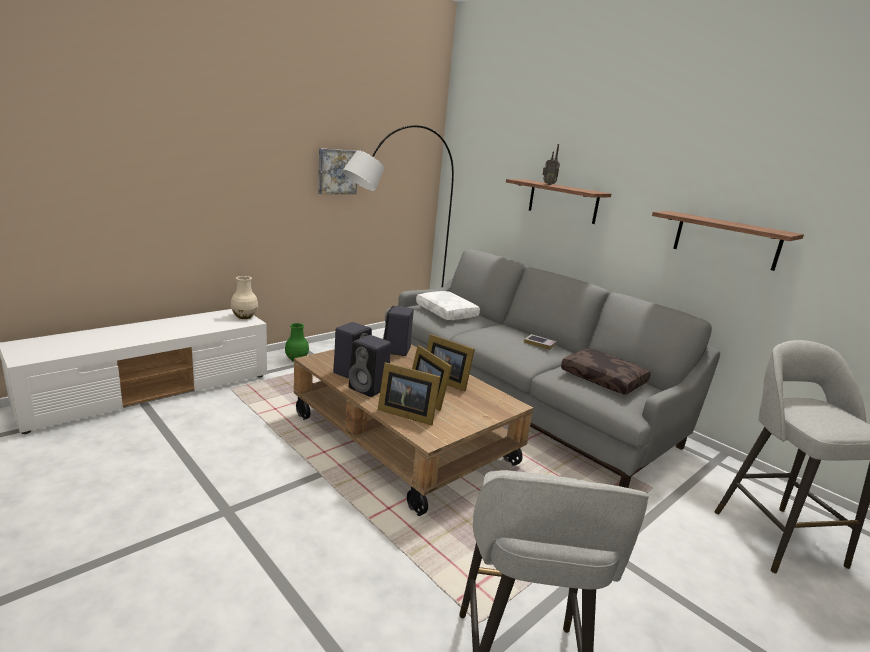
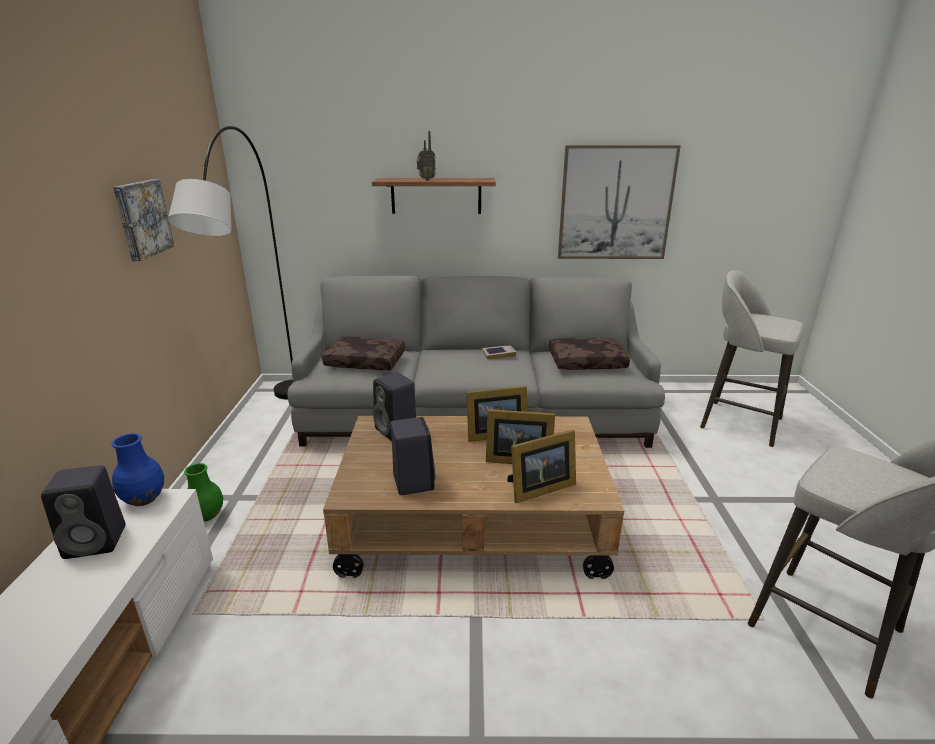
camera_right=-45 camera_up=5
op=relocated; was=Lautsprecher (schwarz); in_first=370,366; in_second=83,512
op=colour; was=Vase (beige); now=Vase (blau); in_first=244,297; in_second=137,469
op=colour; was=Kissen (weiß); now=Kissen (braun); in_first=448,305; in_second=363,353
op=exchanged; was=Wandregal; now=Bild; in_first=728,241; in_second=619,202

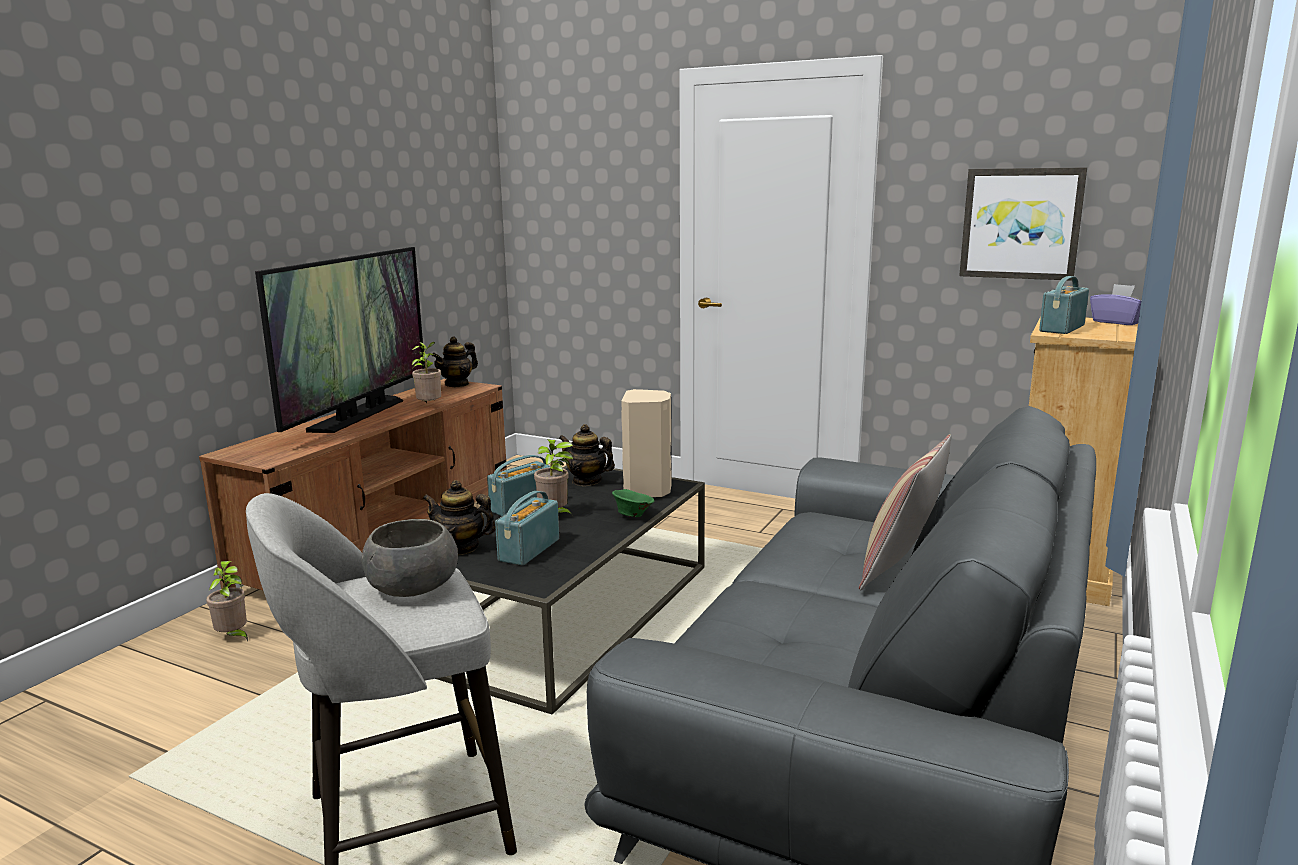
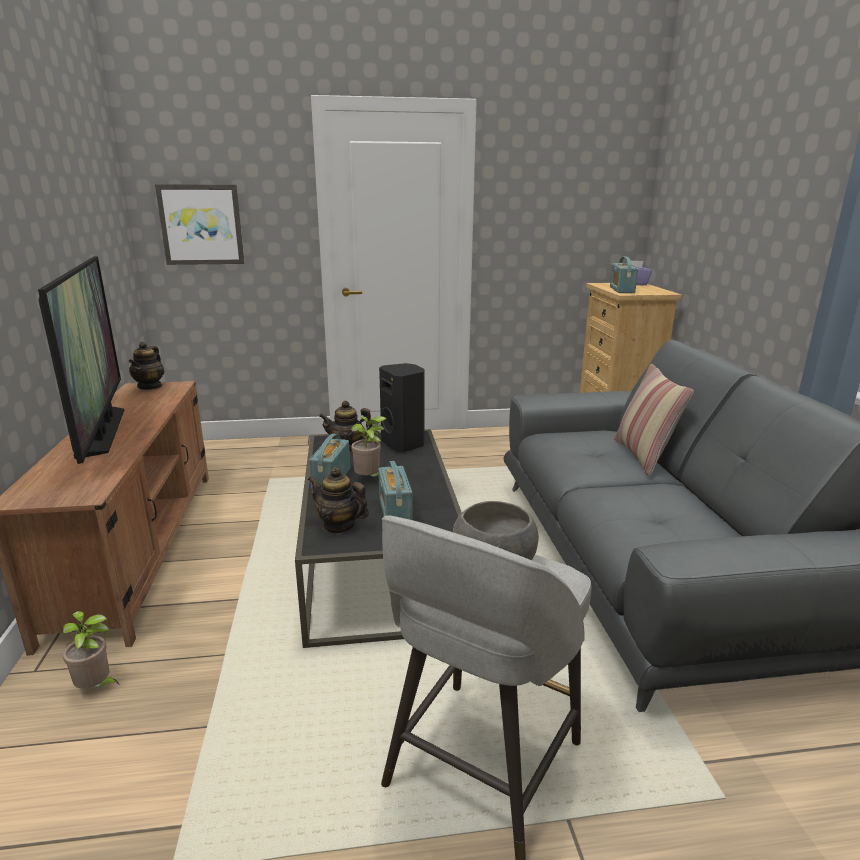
camera_right=-35 camera_up=5
op=relocated; was=Bild; in_first=1023,224; in_second=200,224
op=spun; was=Teekanne; in_first=459,517; in_second=338,500; clockwise=45
op=colour; was=Lautsprecher (beige); now=Lautsprecher (schwarz); in_first=646,443; in_second=402,407
op=missing; was=Topfpflanze; in_first=426,372
op=missing; was=Schüssel (grün); in_first=633,503

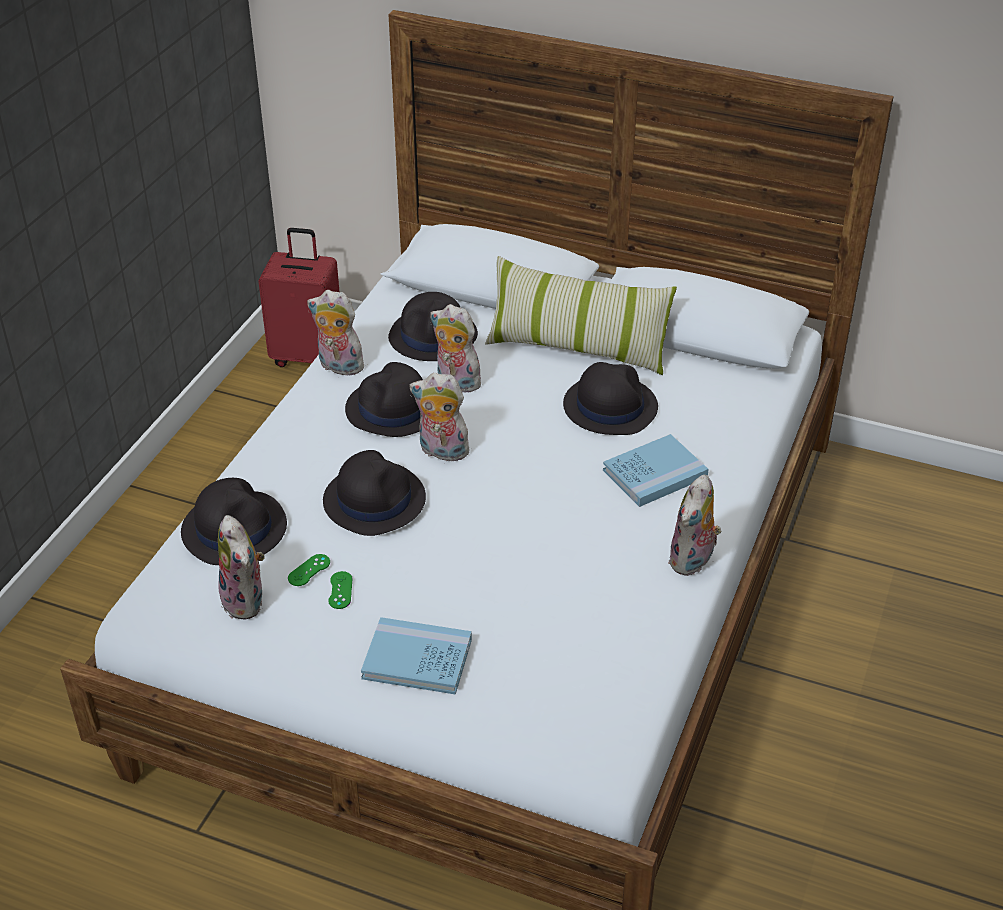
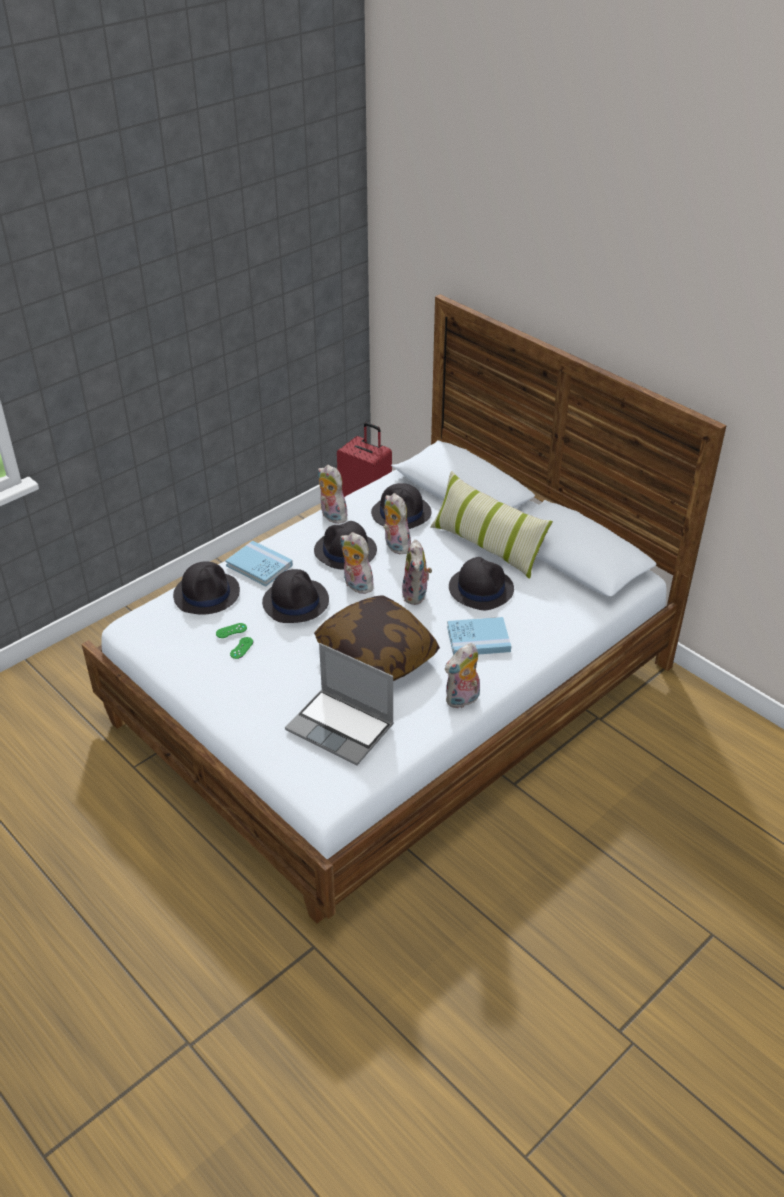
camera_right=25 camera_up=0
op=relocated; was=Buch (blau); in_first=416,656; in_second=259,563
op=appeared; now=Laptop; in_second=339,704
op=appeared; now=Kissen; in_second=377,638
op=relocated; was=Plüschtier; in_first=241,567; in_second=417,572

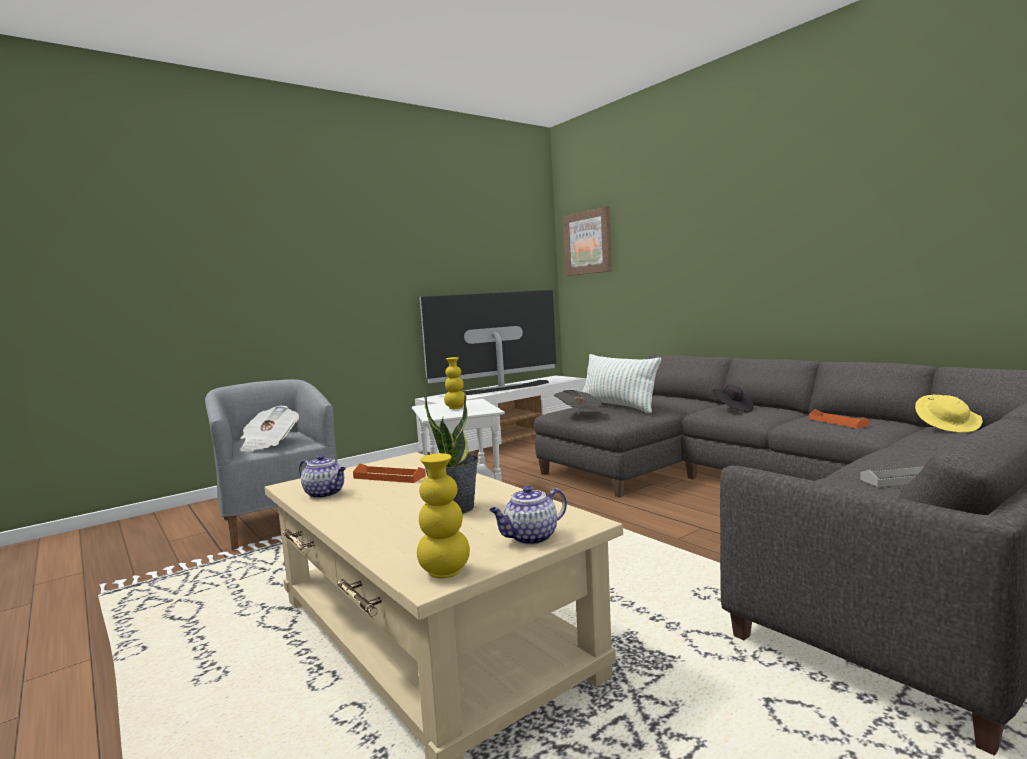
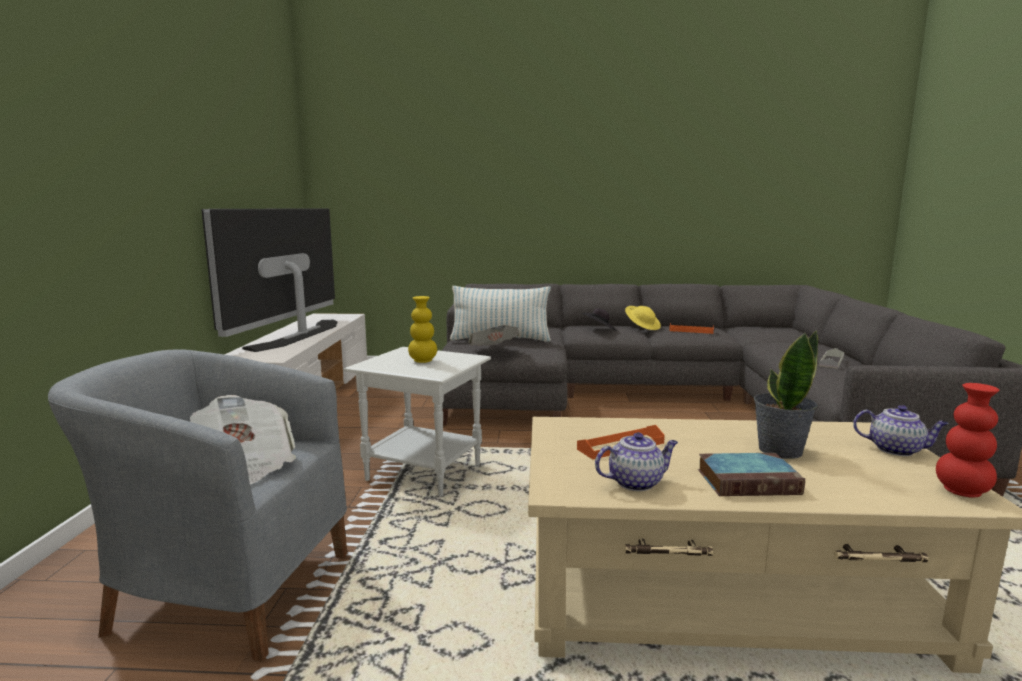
camera_right=-50 camera_up=5
op=relocated; was=Hut (gelb); in_first=949,414; in_second=643,318
op=appeared; now=Buch; in_second=751,474
op=spun; was=Teekanne; in_first=528,515; in_second=901,430; clockwise=-75
op=colour; was=Vase (gelb); now=Vase (rot); in_first=443,515; in_second=967,440
op=missing; was=Bild; in_first=587,241

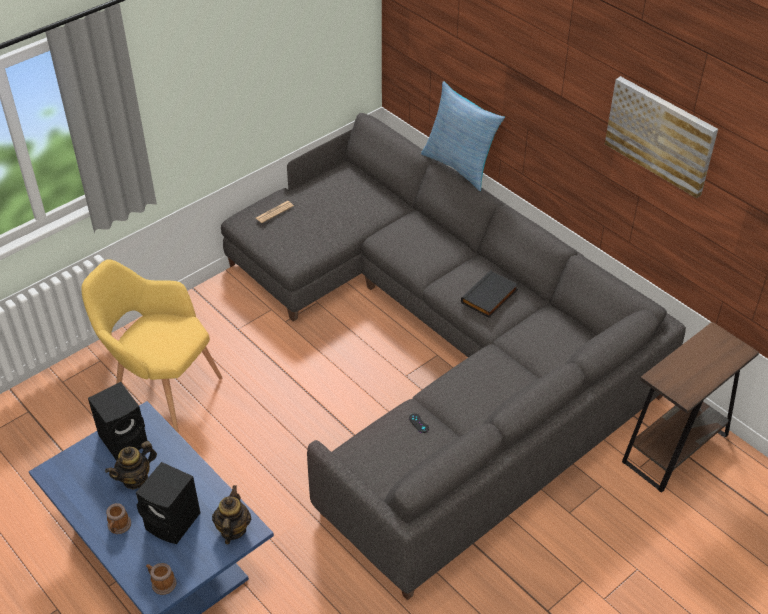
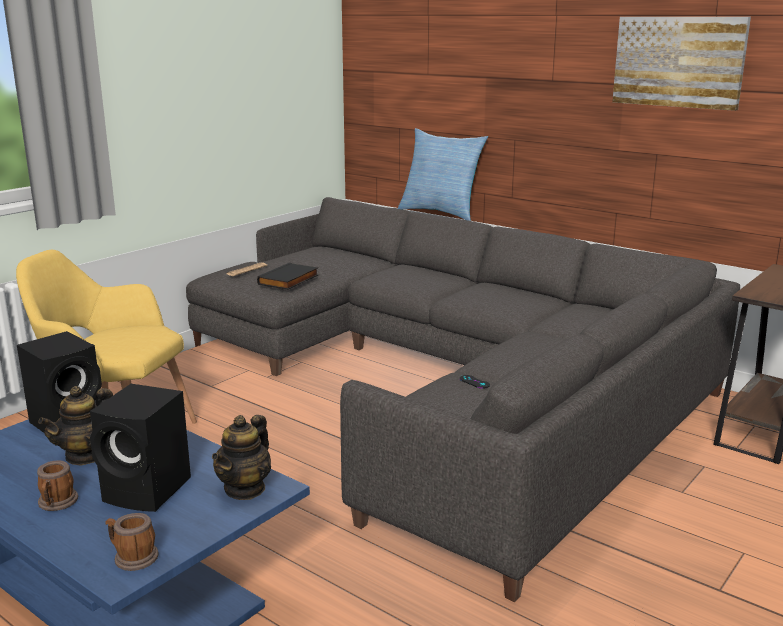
camera_right=-10 camera_up=-25
op=spun; was=Teekanne; in_first=231,514; in_second=241,457; clockwise=-150
op=relocated; was=Buch (schwarz); in_first=489,294; in_second=288,276

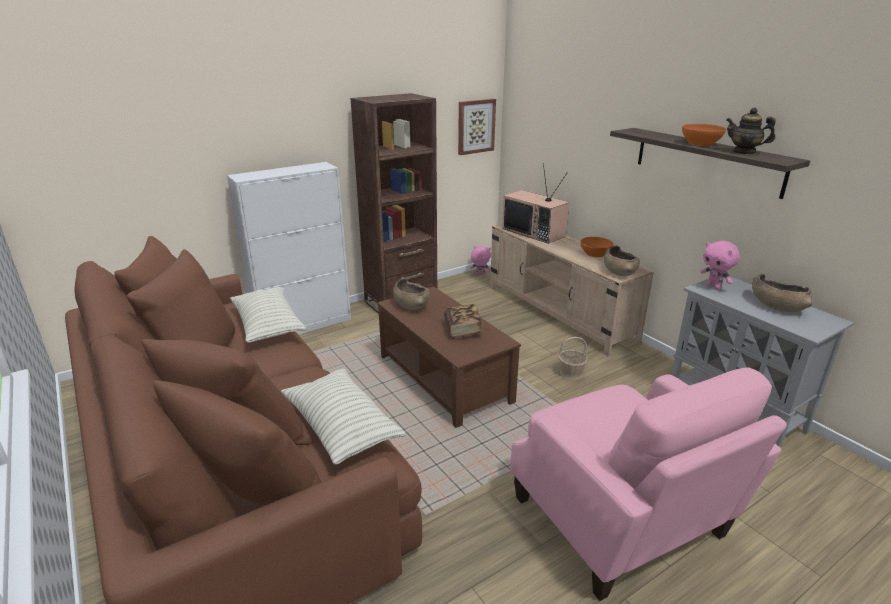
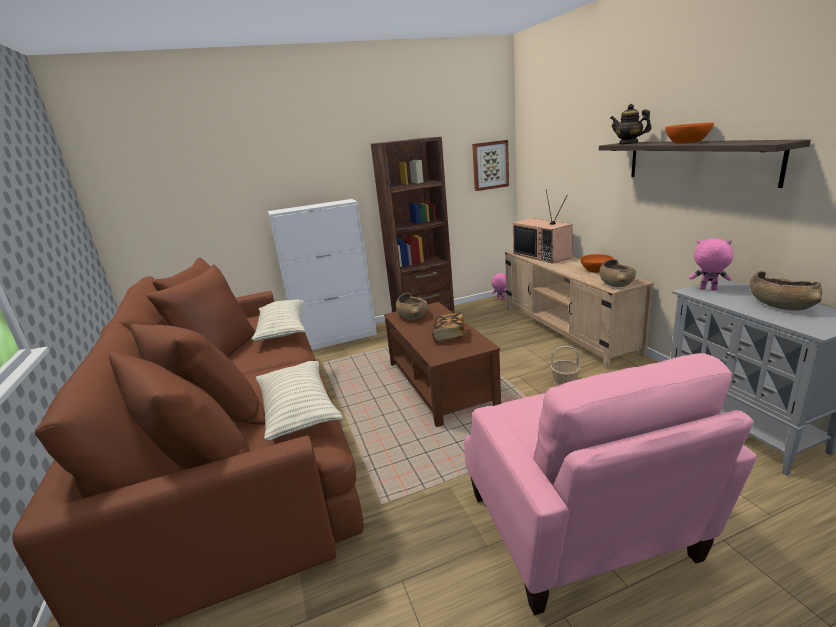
camera_right=15 camera_up=-5
op=relocated; was=Teekanne; in_first=751,130; in_second=631,124
op=spun; was=Plüschtier (rosa); in_first=720,265; in_second=711,264; clockwise=135

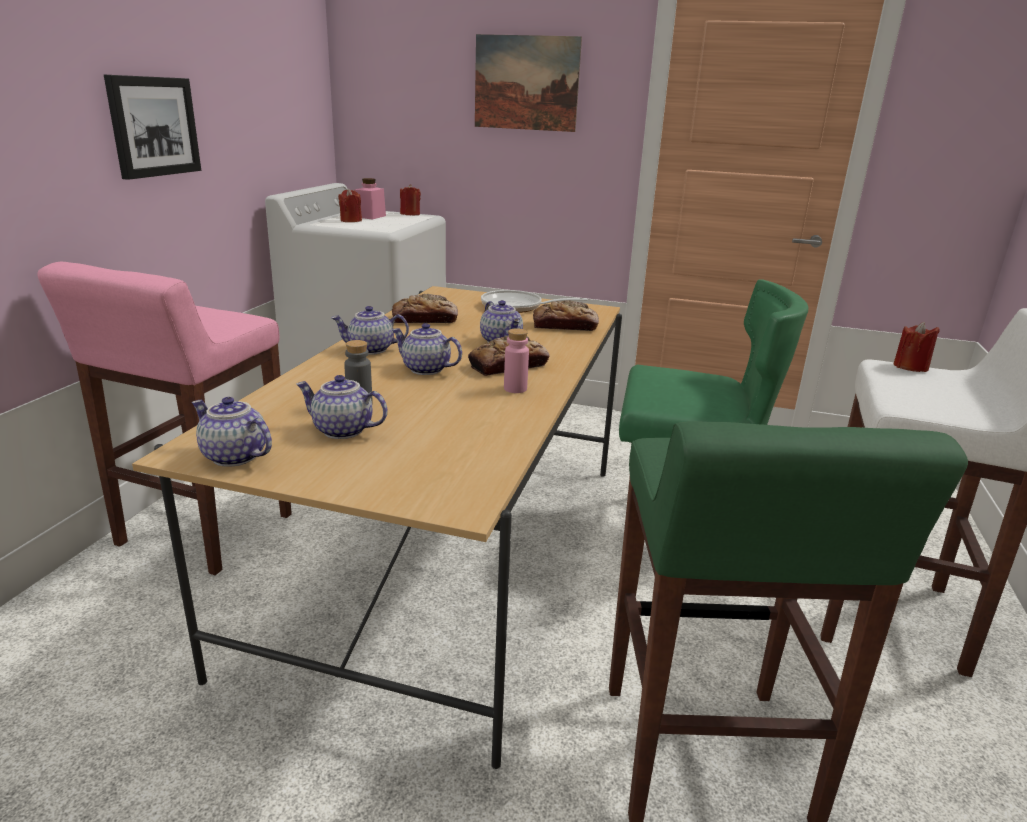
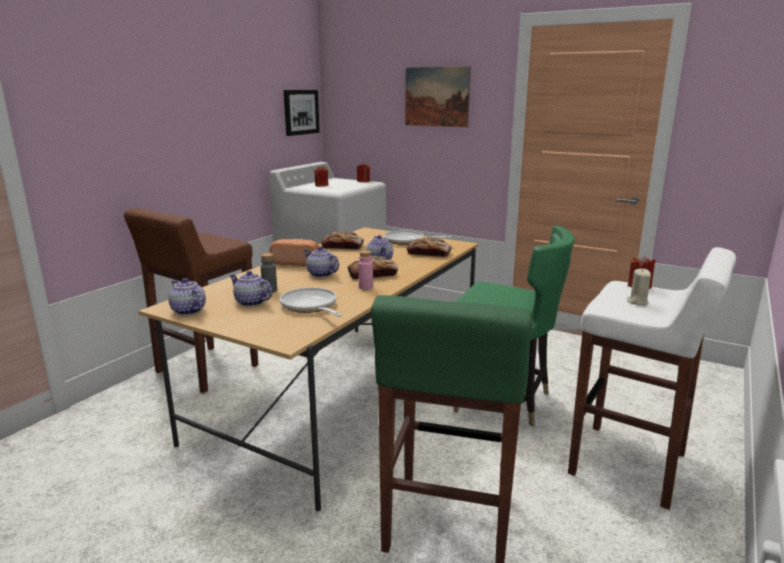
camera_right=15 camera_up=-5
op=colour; was=Hocker (rosa); now=Hocker (braun); in_first=164,418; in_second=191,300
op=exchanged; was=Teekanne; now=Brot; in_first=370,330; in_second=294,252
op=appeared; now=Pfanne; in_second=311,302
op=relocated; was=Bild; in_first=152,127; in_second=302,113
op=appeared; now=Kerze (beige); in_second=639,287
op=missing; was=Vorratsglas (rosa); in_first=370,198

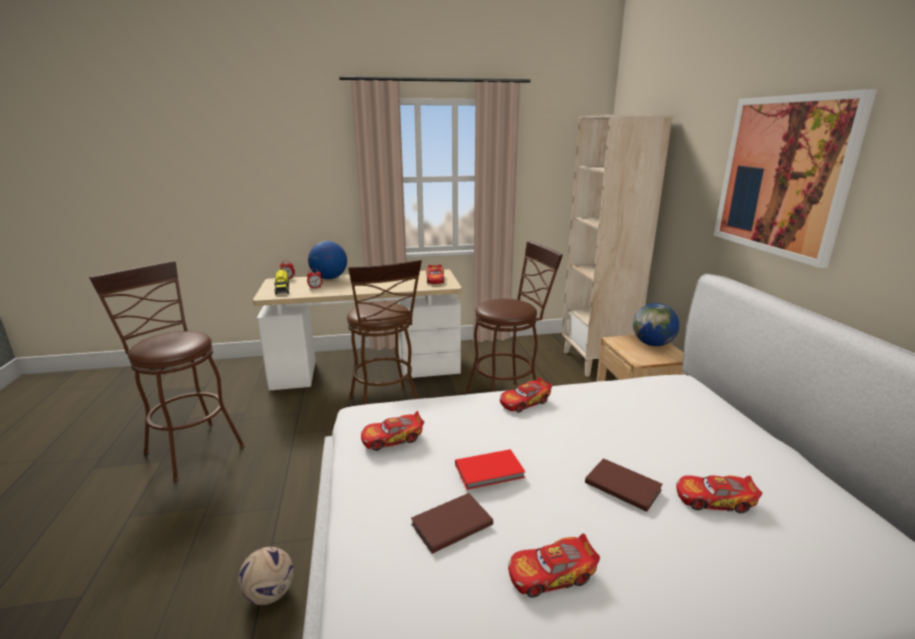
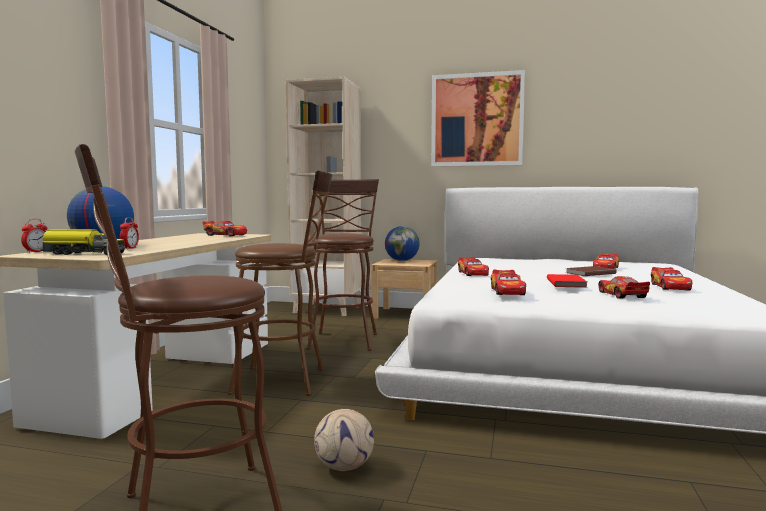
camera_right=-65 camera_up=-15
op=relocated; was=Fußball; in_first=266,576; in_second=344,440
op=exchanged; was=Buch (braun); now=Spielzeugauto; in_first=452,523; in_second=624,287

